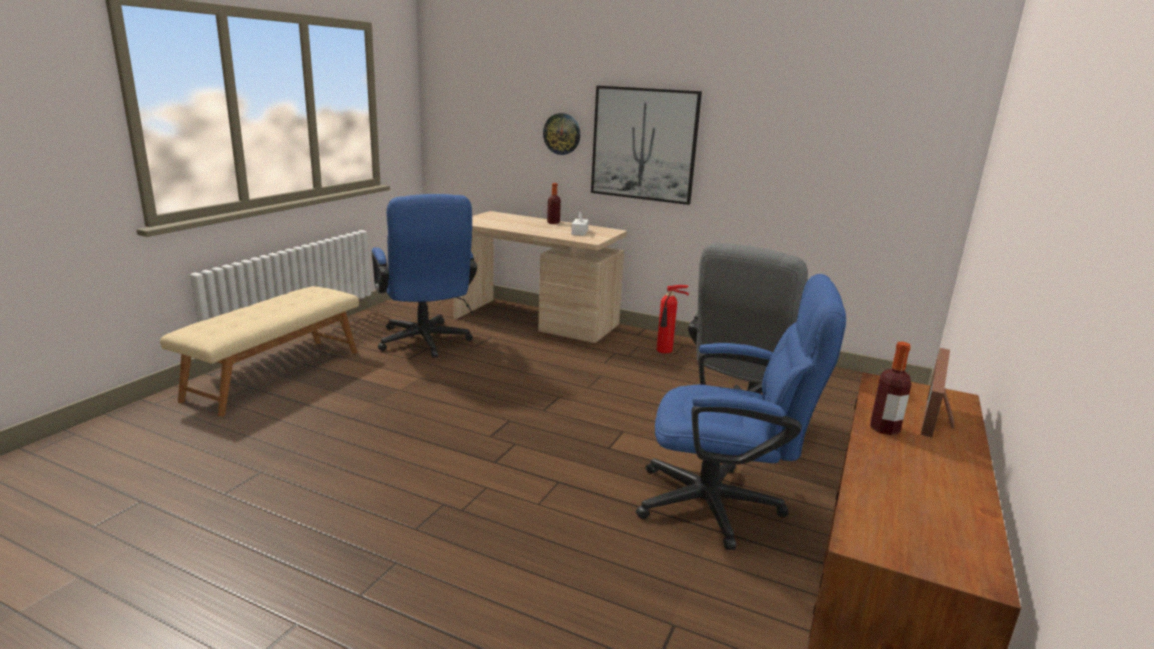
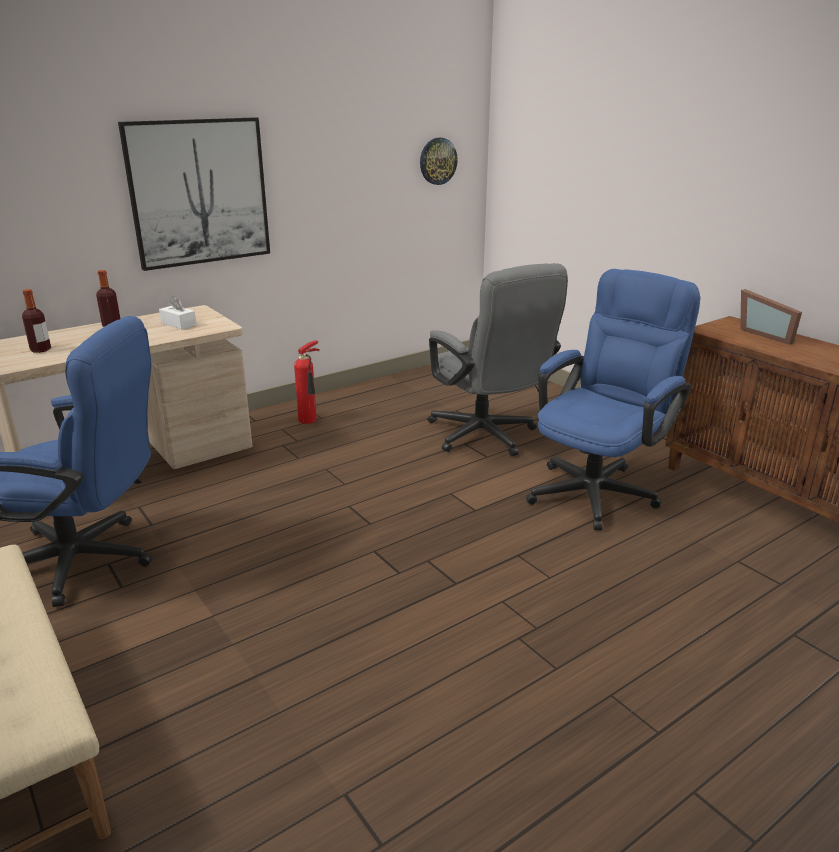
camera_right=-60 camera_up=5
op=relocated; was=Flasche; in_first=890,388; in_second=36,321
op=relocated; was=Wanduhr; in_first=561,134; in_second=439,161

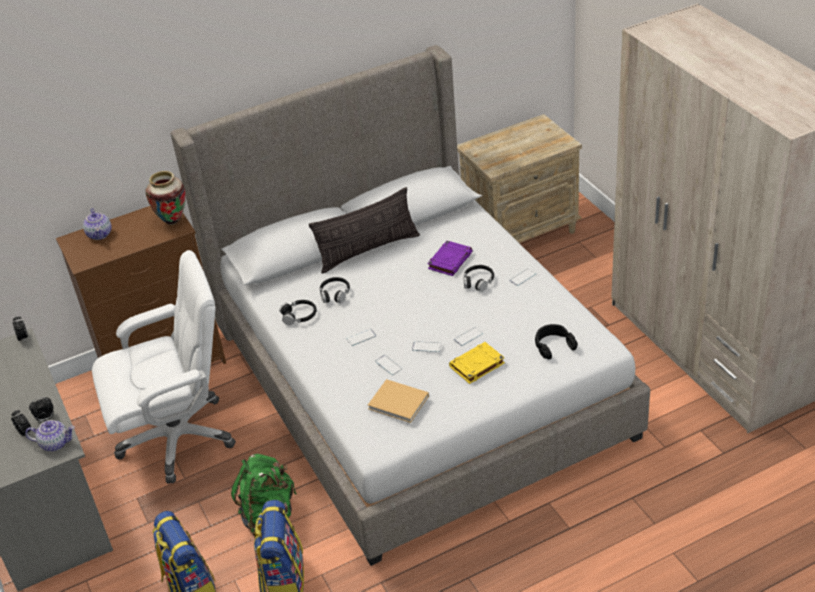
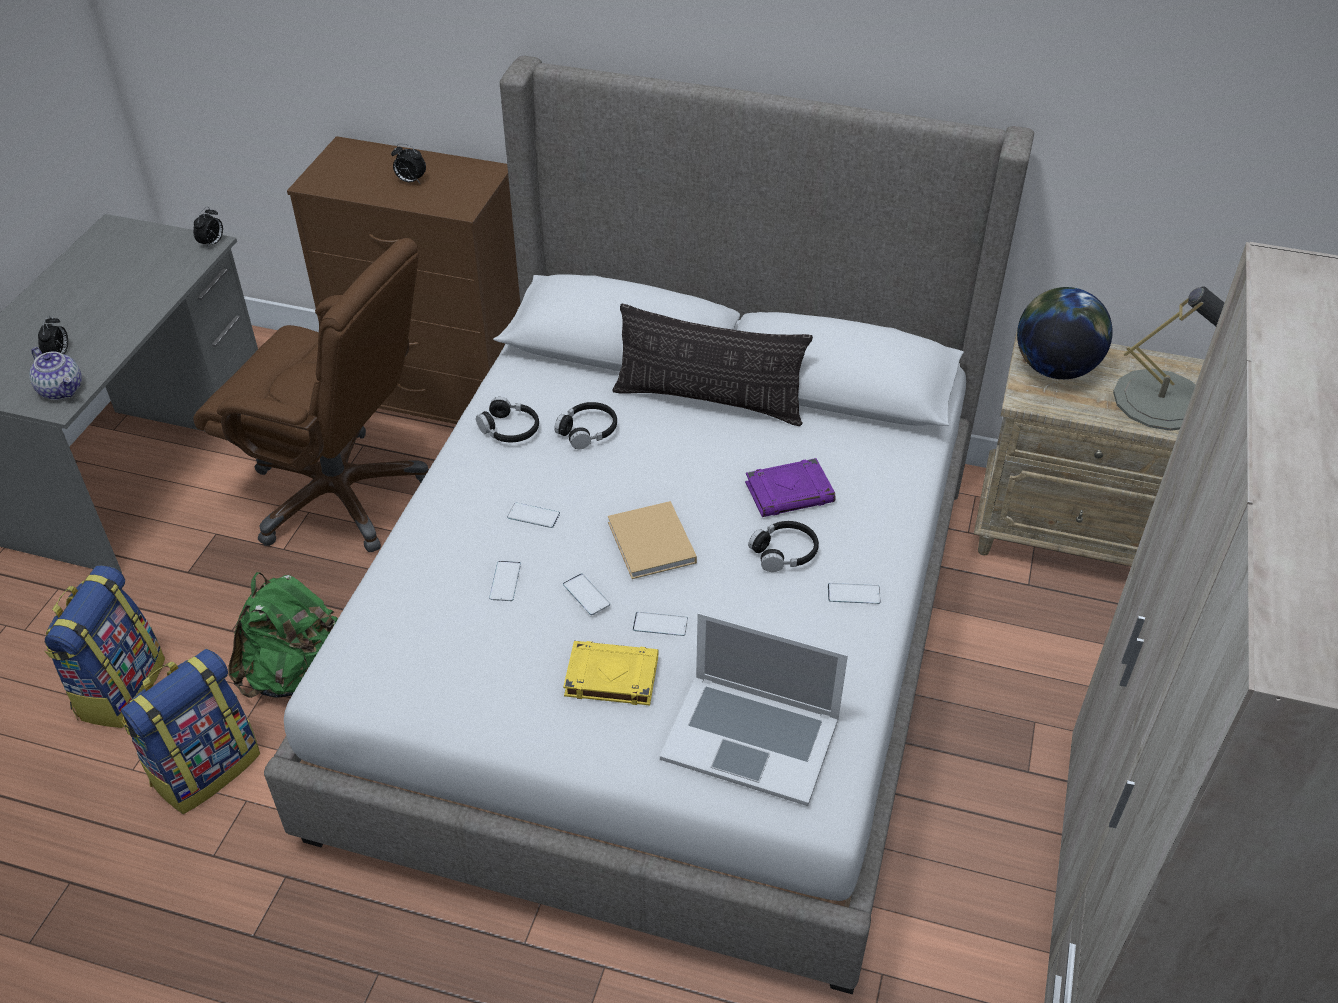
camera_right=40 camera_up=5
op=colour; was=Bürostuhl (weiß); now=Bürostuhl (braun); in_first=164,367; in_second=311,395
op=relocated; was=Wecker; in_first=41,409; in_second=408,163
op=relocated; was=Buch (beige); in_first=398,401; in_second=652,540
op=exchanged; was=Kopfhörer (schwarz); now=Laptop; in_first=556,342; in_second=754,709
op=appeared; now=Globus; in_second=1065,333
op=appeared; now=Tischlampe (grau); in_second=1168,358
op=missing; was=Teekanne; in_first=97,224
op=missing; was=Vase; in_first=165,198

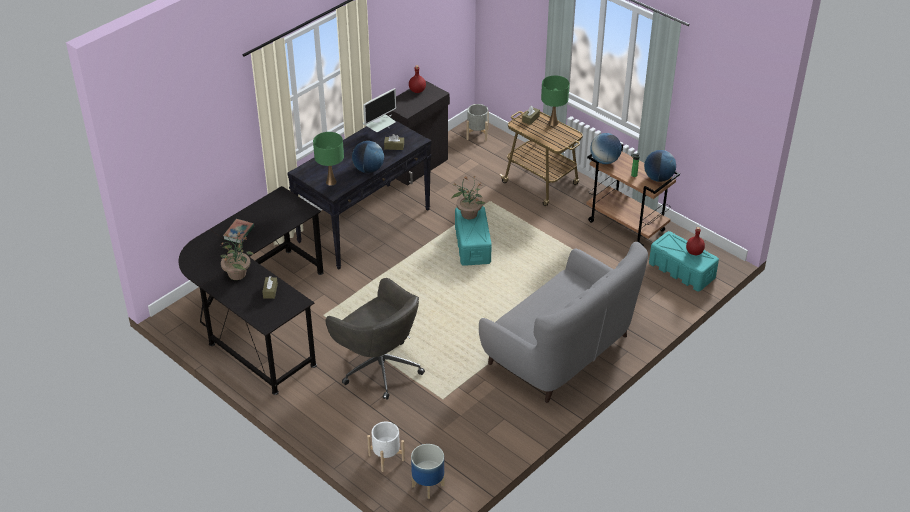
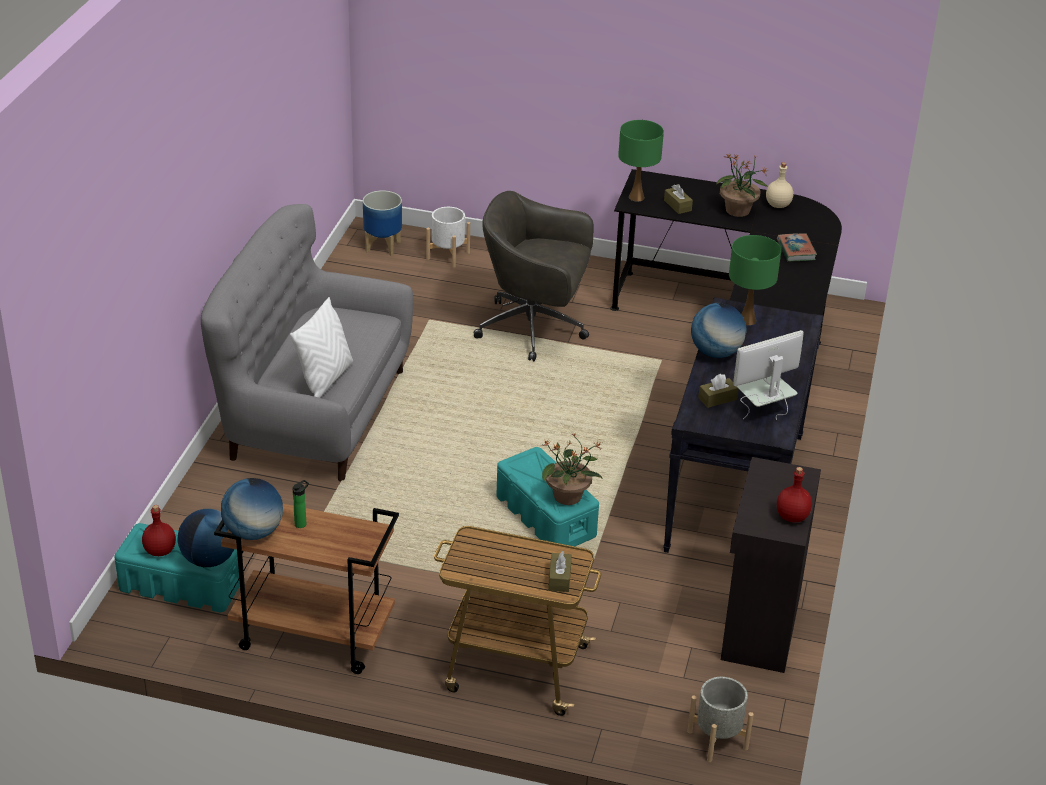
camera_right=150 camera_up=-5
op=relocated; was=Globus; in_first=606,148; in_second=206,538
op=appeared; now=Kissen (weiß); in_second=321,347
op=relocated; was=Tischlampe (grün); in_first=555,100; in_second=641,161
op=spun; was=Monitor; in_first=379,110; in_second=768,375; clockwise=45
op=appeared; now=Flasche (beige); in_second=779,185

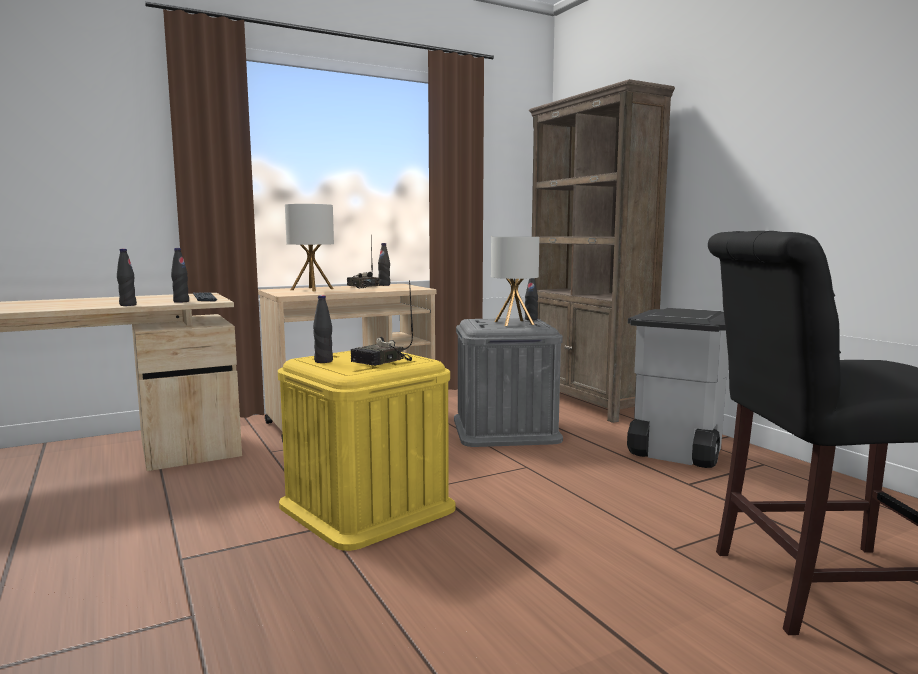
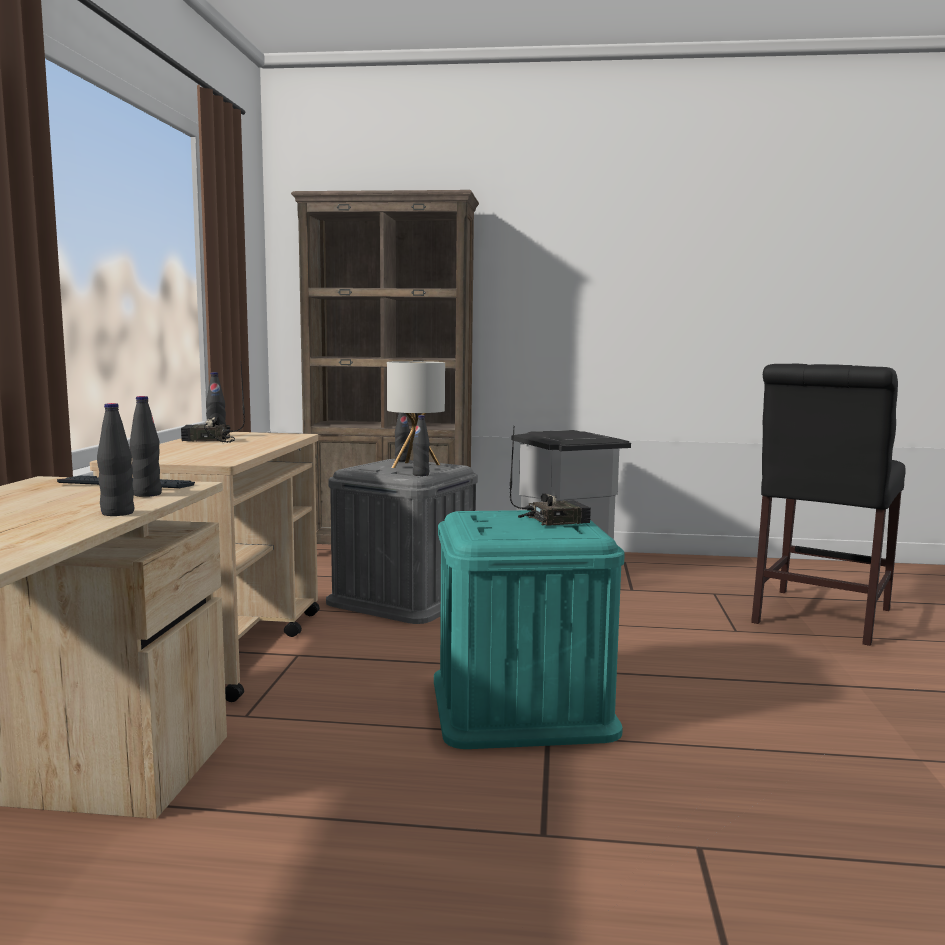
camera_right=-55 camera_up=0
op=relocated; was=Flasche (schwarz); in_first=323,329; in_second=421,445
op=colour; was=Aufbewahrungsbox (gelb); now=Aufbewahrungsbox (türkis); in_first=366,451; in_second=529,629
op=spun; was=Radio; in_first=382,323; in_second=550,476; clockwise=-90
op=missing; was=Tischlampe; in_first=309,247

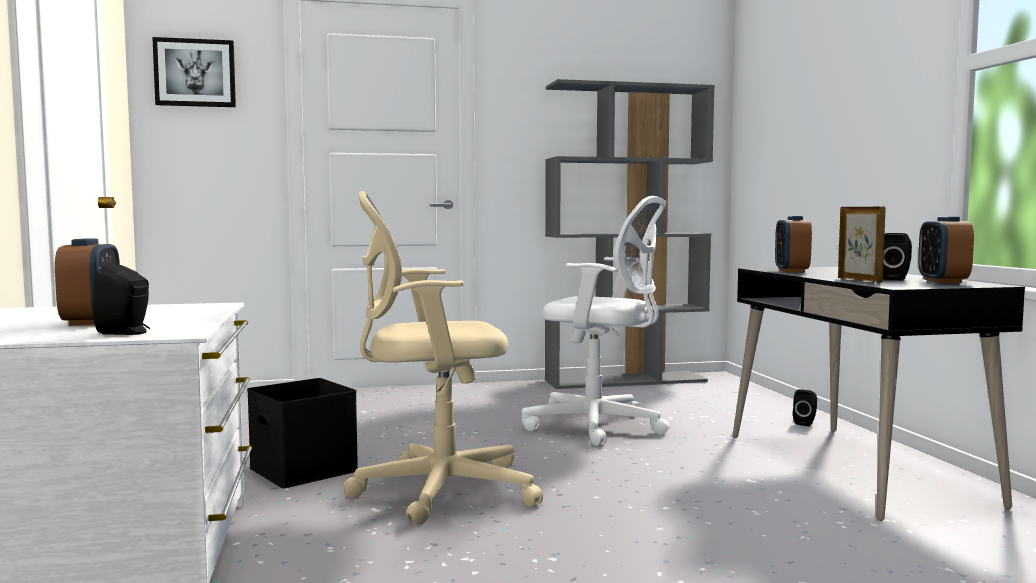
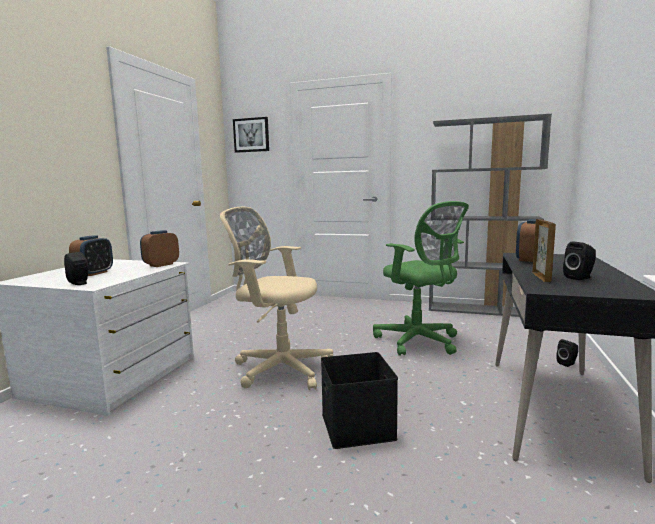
camera_right=30 camera_up=5
op=relocated; was=Wecker; in_first=946,250; in_second=159,248
op=relocated; was=Aufbewahrungsbox (schwarz); in_first=302,433; in_second=359,400
op=colour; was=Bürostuhl (weiß); now=Bürostuhl (grün); in_first=596,321; in_second=421,278

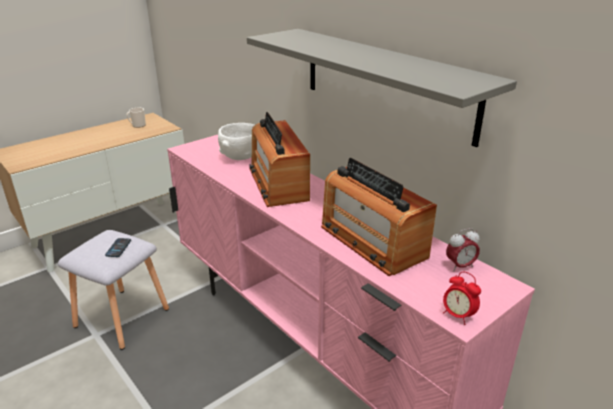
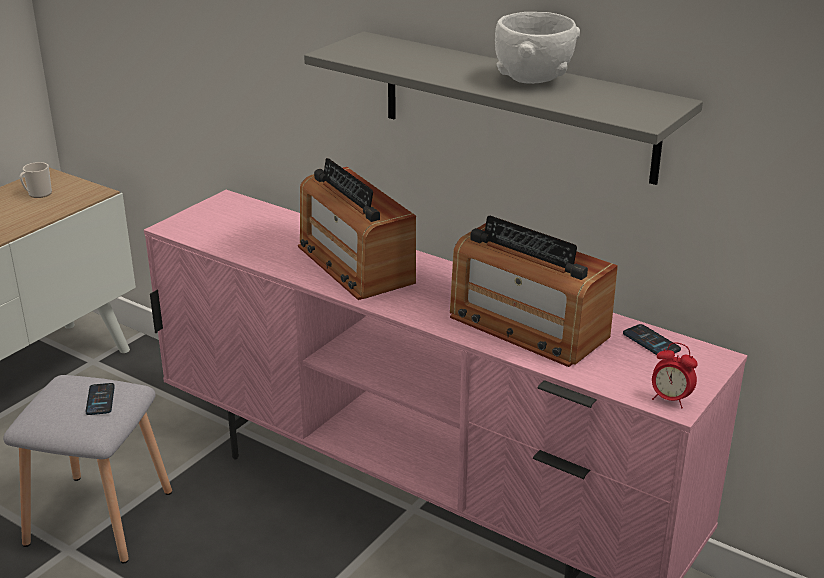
camera_right=-15 camera_up=0
op=relocated; was=Schüssel (weiß); in_first=236,141; in_second=537,48
op=exchanged; was=Wecker; now=Handy; in_first=463,250; in_second=652,339

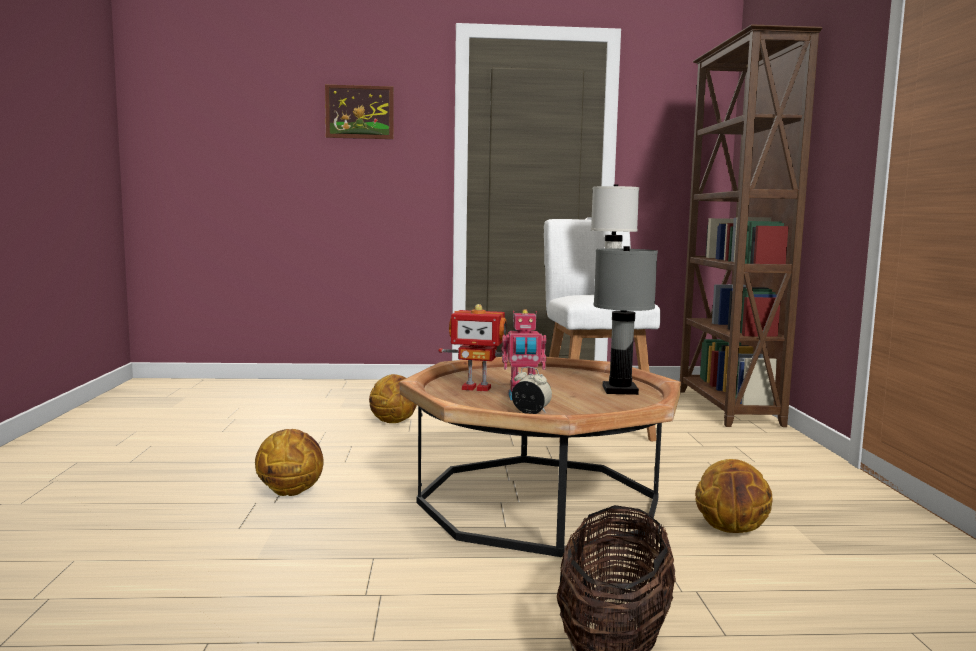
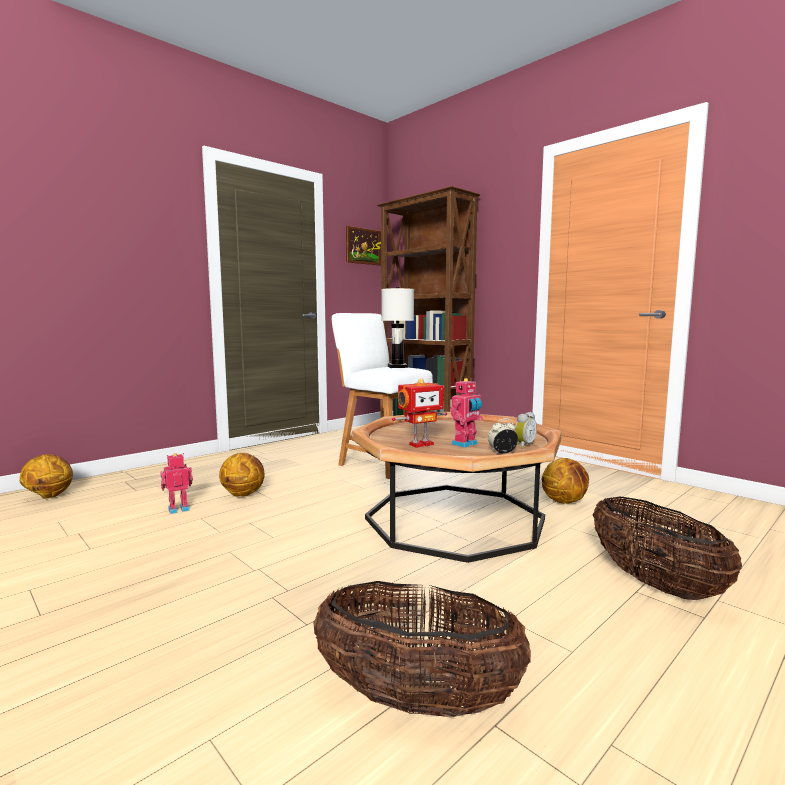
camera_right=-40 camera_up=0
op=relocated; was=Basketball; in_first=289,462; in_second=46,476
op=appeared; now=Spielzeugroboter; in_second=176,483
op=appeared; now=Korb; in_second=422,649
op=relocated; was=Bild; in_first=359,112; in_second=363,246
op=appeared; now=Wecker; in_second=525,430
op=missing; was=Tischlampe (grau); in_first=626,320

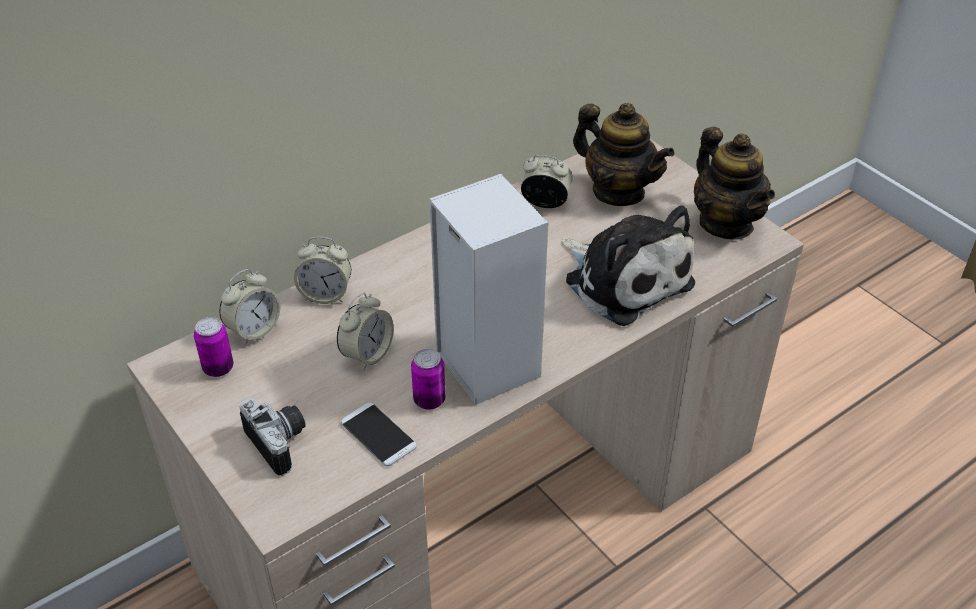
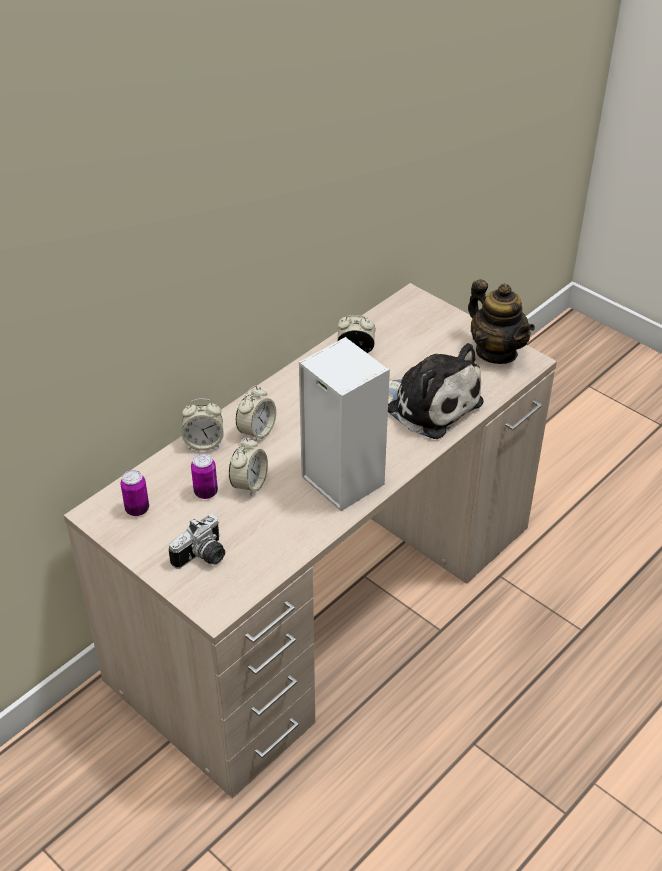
camera_right=-10 camera_up=0
op=spun; was=Kamera; in_first=272,436; in_second=197,541; clockwise=90
op=relocated; was=Dose; in_first=428,379; in_second=204,476
op=relocated; was=Wecker; in_first=249,307; in_second=256,413
op=missing; was=Handy; in_first=379,434
op=missing; was=Teekanne; in_first=624,154

